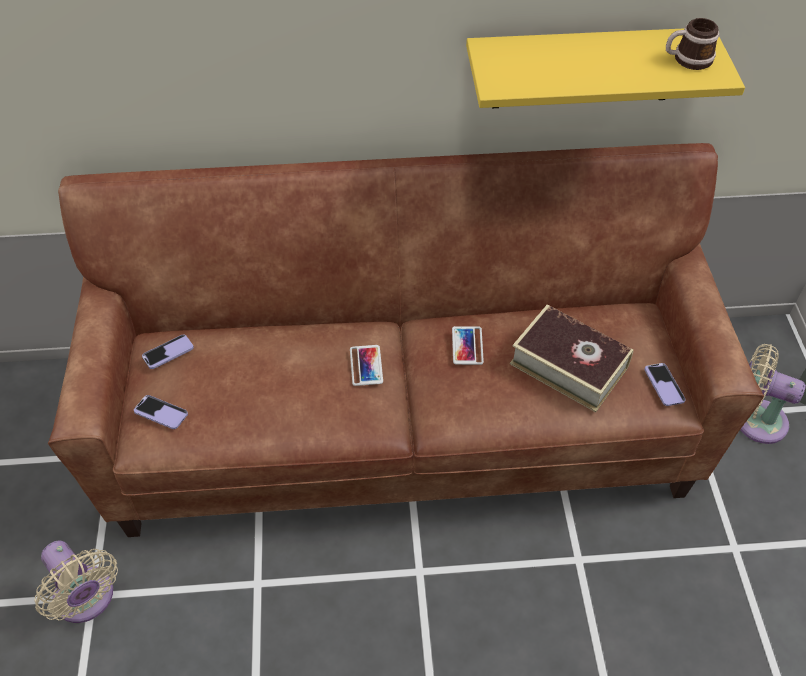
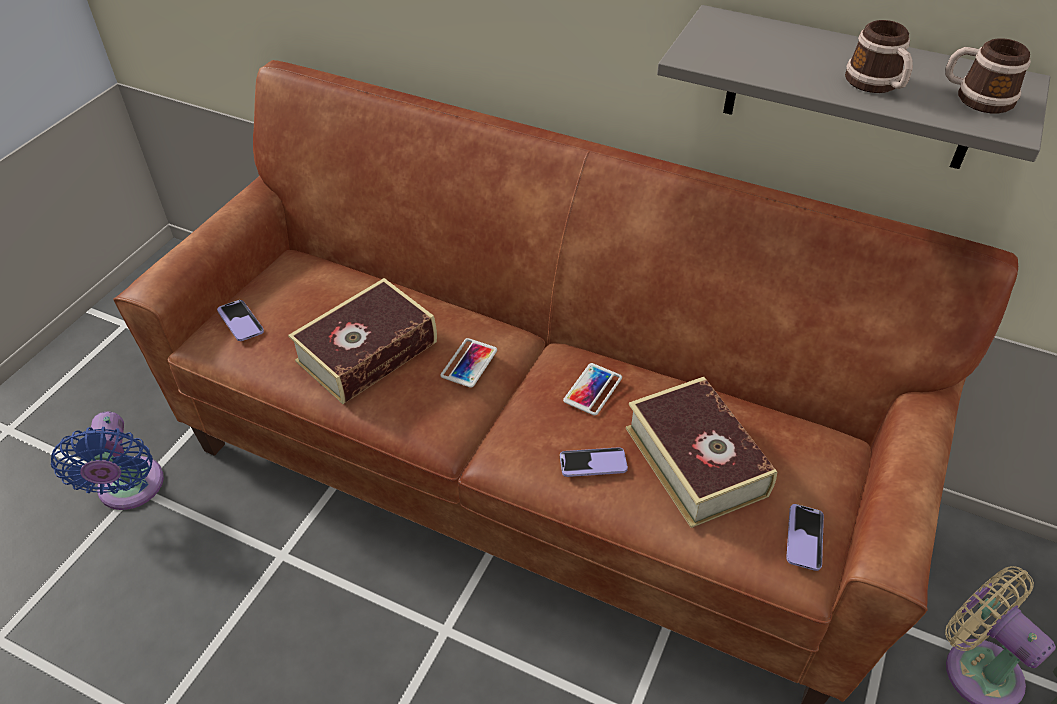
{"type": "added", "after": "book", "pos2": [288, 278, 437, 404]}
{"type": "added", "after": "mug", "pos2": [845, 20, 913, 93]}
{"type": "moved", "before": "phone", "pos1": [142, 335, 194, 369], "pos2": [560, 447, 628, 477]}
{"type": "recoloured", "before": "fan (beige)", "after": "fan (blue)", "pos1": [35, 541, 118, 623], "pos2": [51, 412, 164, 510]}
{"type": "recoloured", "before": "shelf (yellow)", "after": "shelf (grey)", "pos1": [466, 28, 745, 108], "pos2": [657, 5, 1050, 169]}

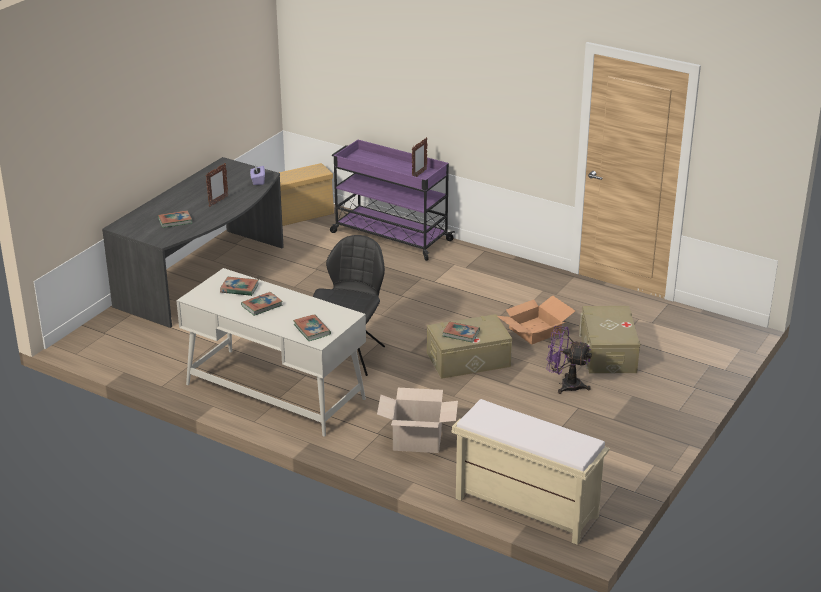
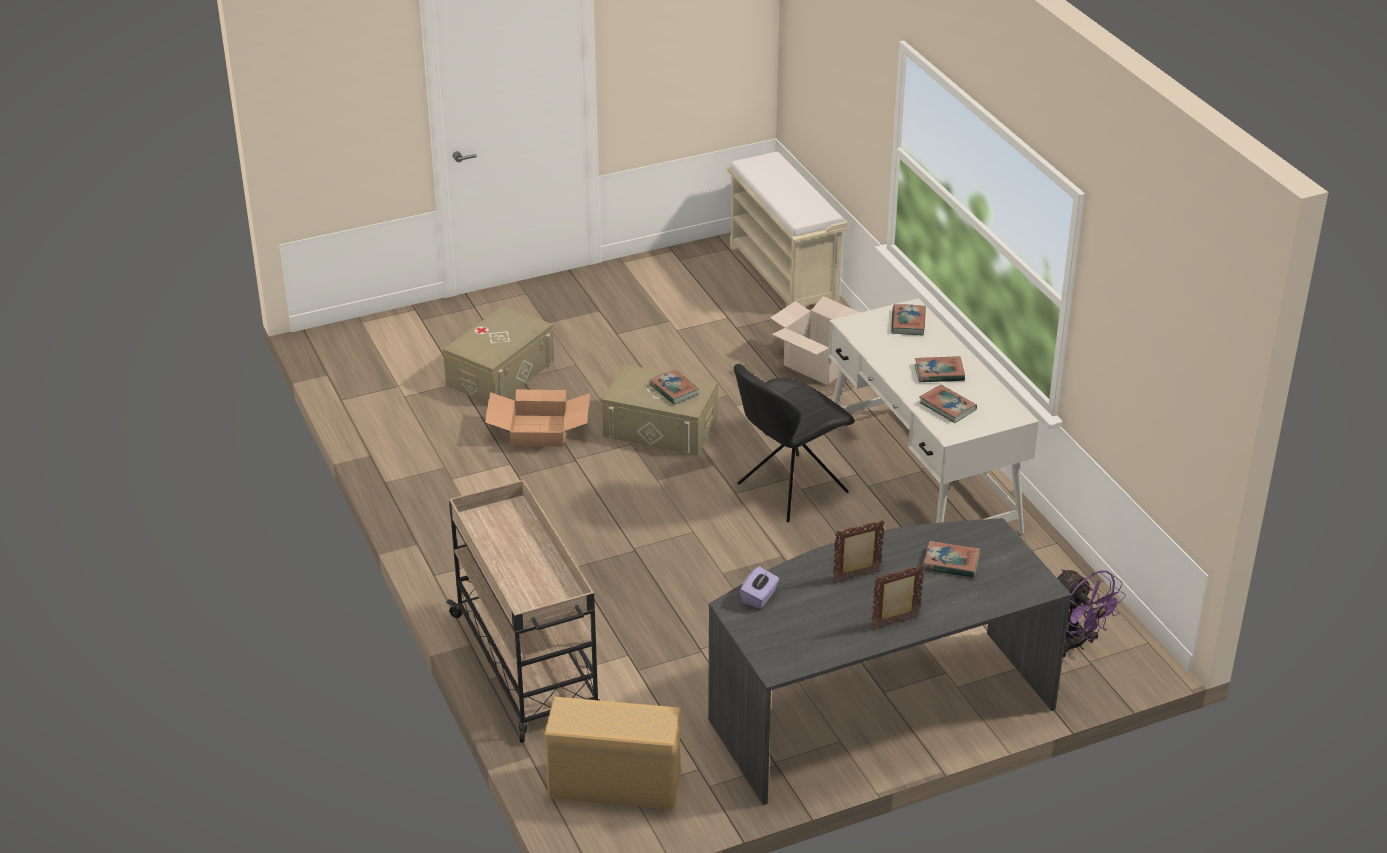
{"type": "moved", "before": "picture frame", "pos1": [412, 137, 427, 177], "pos2": [871, 564, 925, 630]}
{"type": "moved", "before": "fan (purple)", "pos1": [546, 326, 592, 394], "pos2": [1057, 569, 1126, 657]}
{"type": "recoloured", "before": "cart (purple)", "after": "cart (beige)", "pos1": [330, 140, 455, 261], "pos2": [446, 480, 600, 743]}

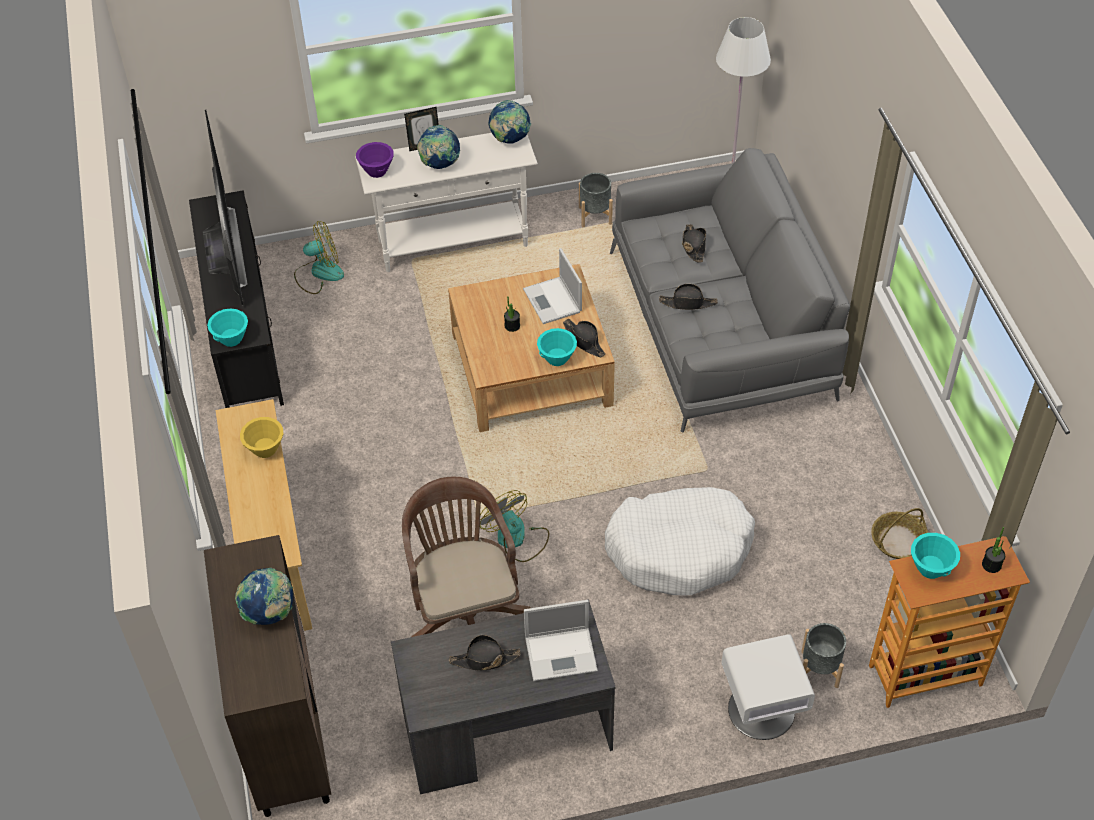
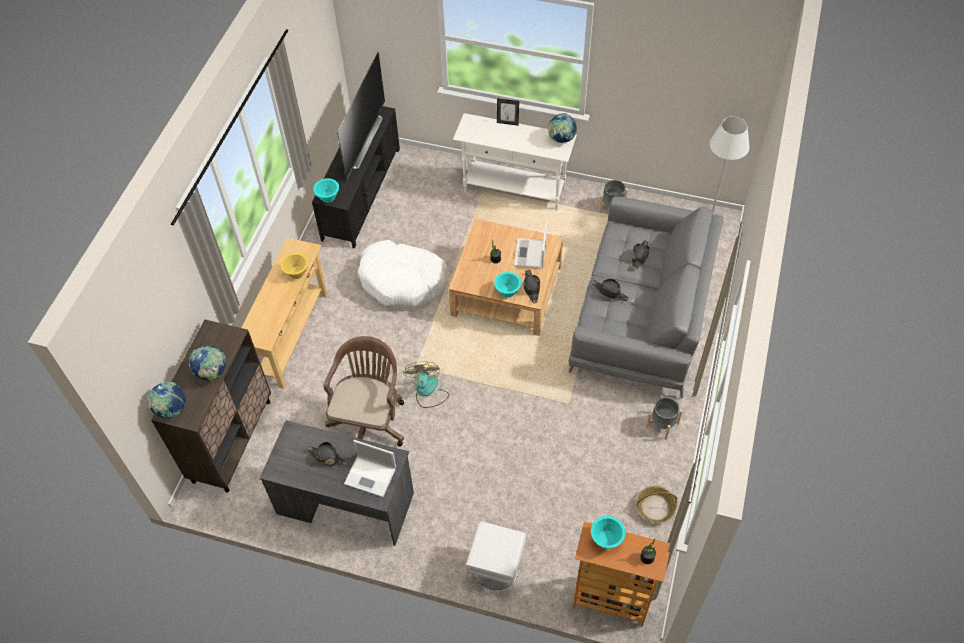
{"type": "removed", "before": "fan", "pos1": [294, 221, 344, 294]}
{"type": "removed", "before": "bowl (purple)", "pos1": [356, 142, 394, 178]}
{"type": "moved", "before": "globe", "pos1": [417, 125, 460, 169], "pos2": [147, 381, 186, 418]}
{"type": "moved", "before": "dog bed (white)", "pos1": [605, 487, 755, 595], "pos2": [358, 240, 448, 308]}
{"type": "moved", "before": "planter (grey)", "pos1": [801, 623, 846, 688], "pos2": [646, 397, 683, 440]}

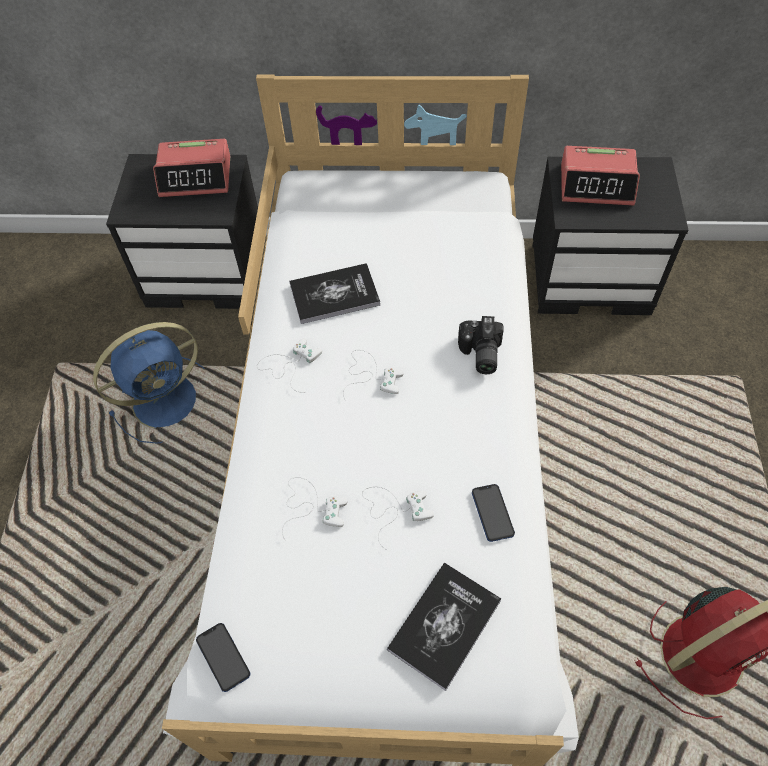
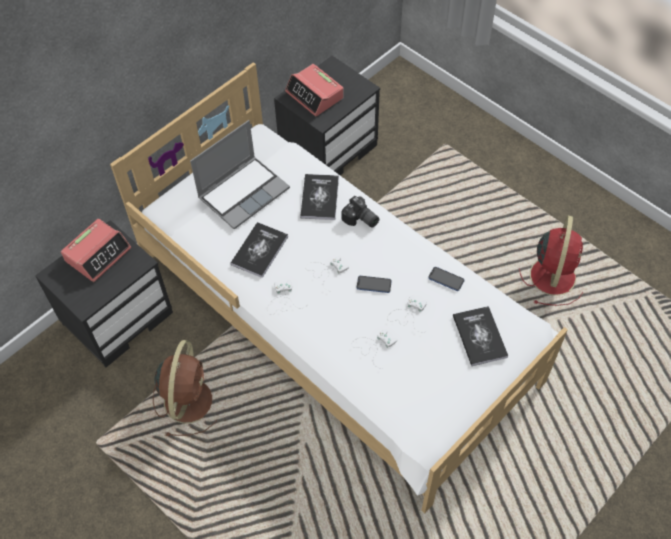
{"type": "added", "after": "laptop", "pos2": [190, 120, 290, 230]}
{"type": "added", "after": "book", "pos2": [300, 174, 339, 220]}
{"type": "moved", "before": "phone", "pos1": [196, 623, 250, 692], "pos2": [357, 276, 392, 293]}
{"type": "recoloured", "before": "fan (blue)", "after": "fan (brown)", "pos1": [93, 322, 204, 444], "pos2": [153, 340, 217, 436]}
{"type": "turned", "before": "alarm clock", "pos1": [561, 146, 640, 206], "pos2": [285, 64, 344, 116], "turn": 90}

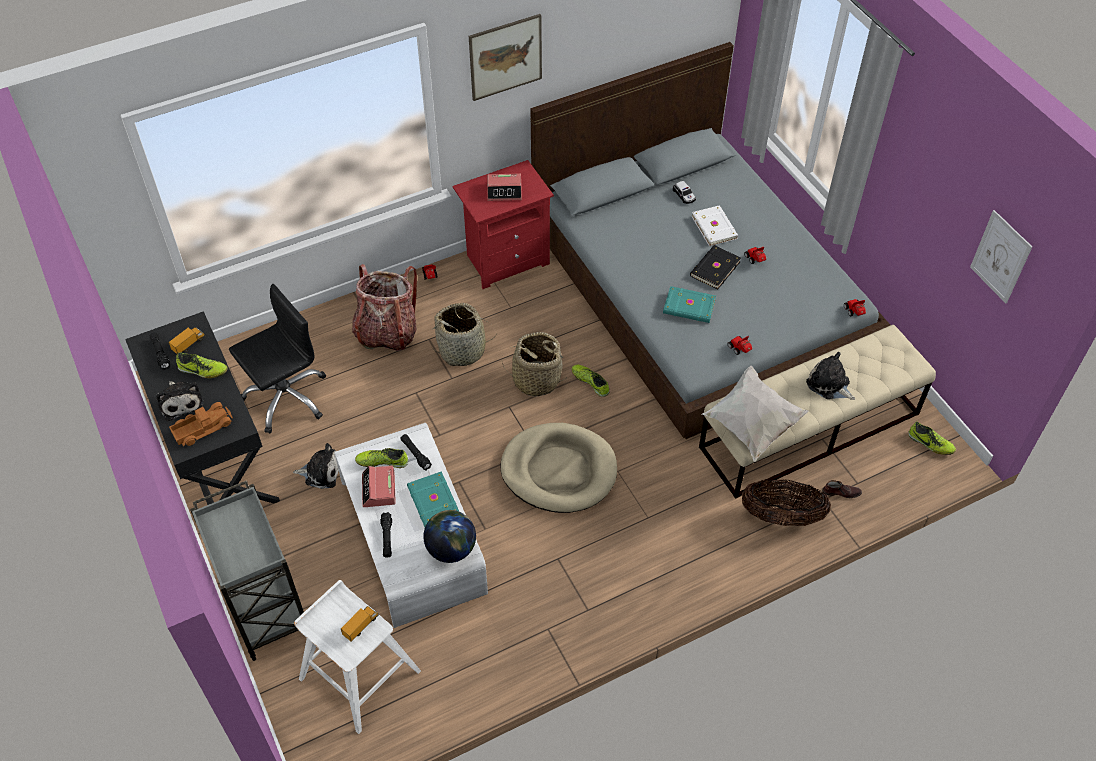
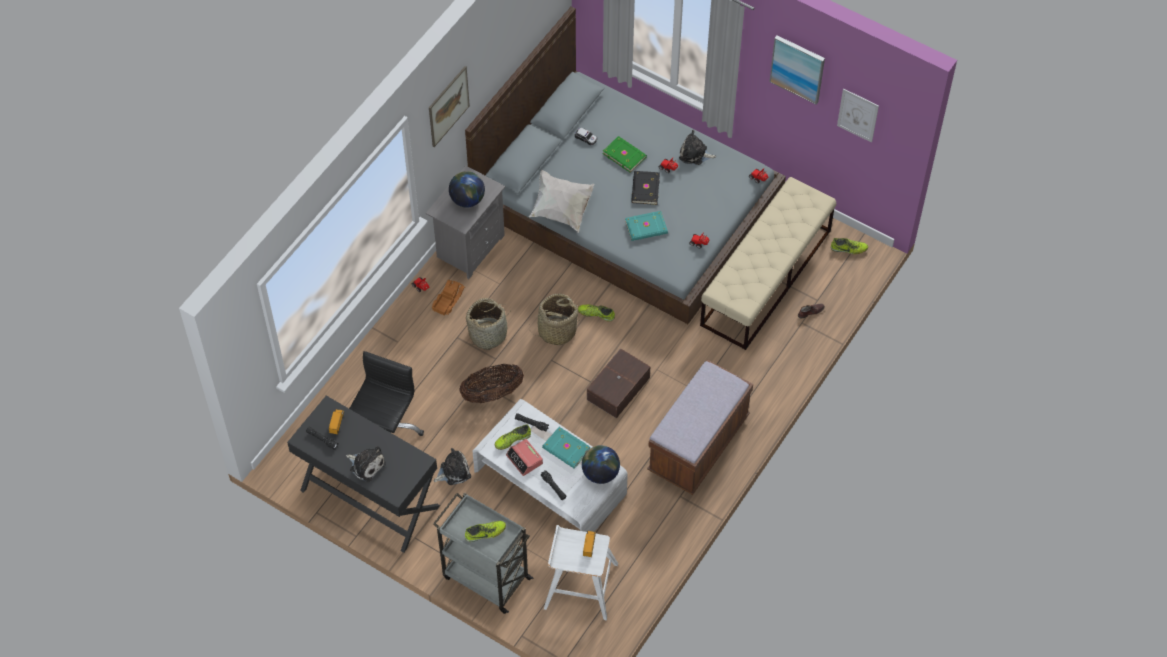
{"type": "removed", "before": "backpack", "pos1": [352, 264, 417, 351]}
{"type": "added", "after": "bench (brown)", "pos2": [647, 360, 753, 495]}
{"type": "added", "after": "picture", "pos2": [769, 35, 825, 104]}
{"type": "moved", "before": "toy truck", "pos1": [169, 402, 233, 446], "pos2": [432, 280, 465, 316]}
{"type": "moved", "before": "shoe", "pos1": [176, 352, 228, 378], "pos2": [465, 521, 506, 542]}
{"type": "moved", "before": "pillow (white)", "pos1": [702, 366, 809, 462], "pos2": [529, 170, 594, 233]}
{"type": "moved", "before": "basket", "pos1": [742, 479, 831, 526], "pos2": [459, 364, 524, 403]}
{"type": "moved", "before": "plush toy", "pos1": [806, 352, 855, 400], "pos2": [679, 130, 716, 165]}
{"type": "replaced", "before": "alarm clock", "after": "globe", "pos1": [487, 173, 522, 201], "pos2": [449, 171, 485, 208]}
{"type": "replaced", "before": "dog bed (beige)", "after": "storage box (brown)", "pos1": [500, 423, 617, 513], "pos2": [587, 348, 650, 418]}
{"type": "recoloured", "before": "nightstand (red)", "after": "nightstand (grey)", "pos1": [453, 160, 554, 289], "pos2": [426, 166, 505, 279]}
{"type": "recoloured", "before": "book (white)", "after": "book (green)", "pos1": [692, 205, 739, 246], "pos2": [603, 136, 647, 172]}

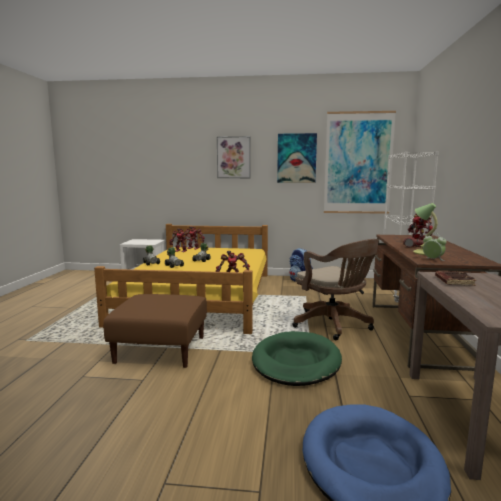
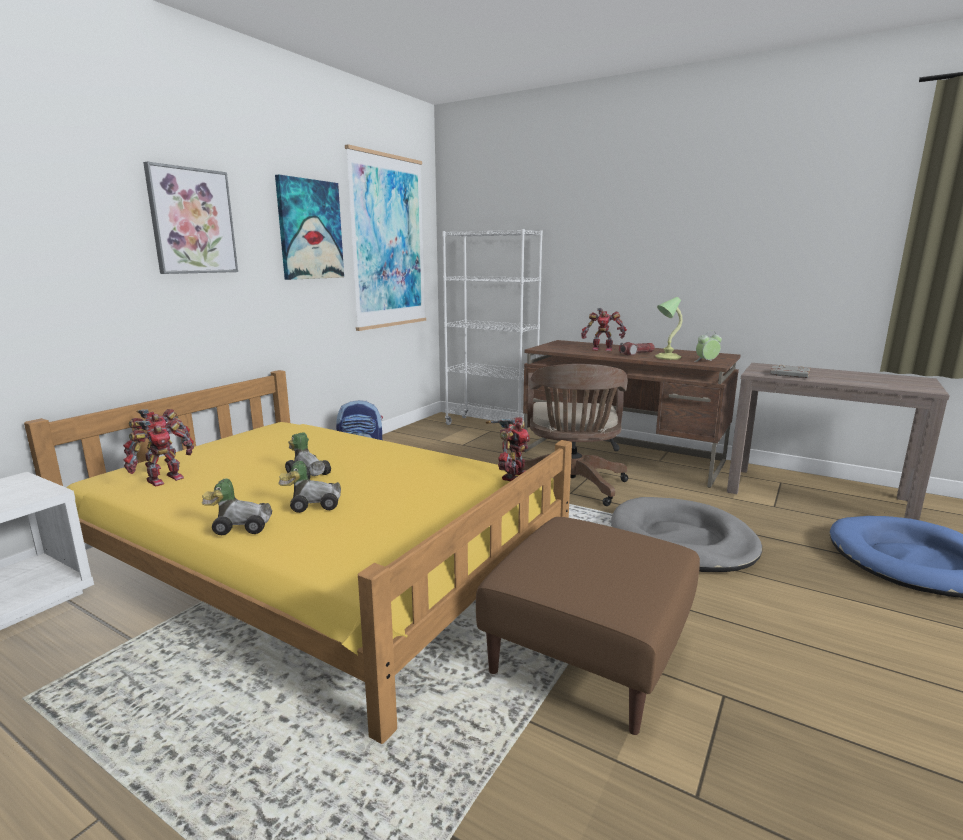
{"type": "recoloured", "before": "dog bed (green)", "after": "dog bed (grey)", "pos1": [252, 331, 342, 386], "pos2": [611, 497, 762, 572]}
{"type": "recoloured", "before": "book (brown)", "after": "book (grey)", "pos1": [435, 271, 476, 286], "pos2": [770, 365, 811, 378]}
{"type": "turned", "before": "office chair (brown)", "pos1": [292, 239, 379, 340], "pos2": [522, 364, 628, 506], "turn": 105}

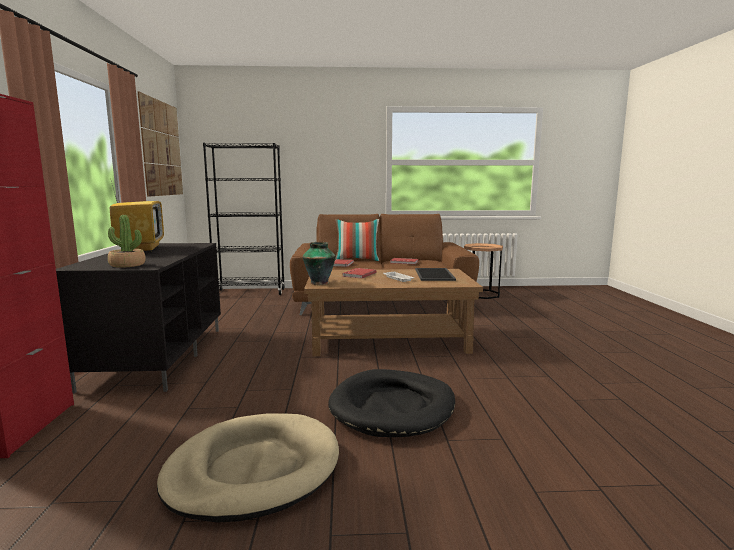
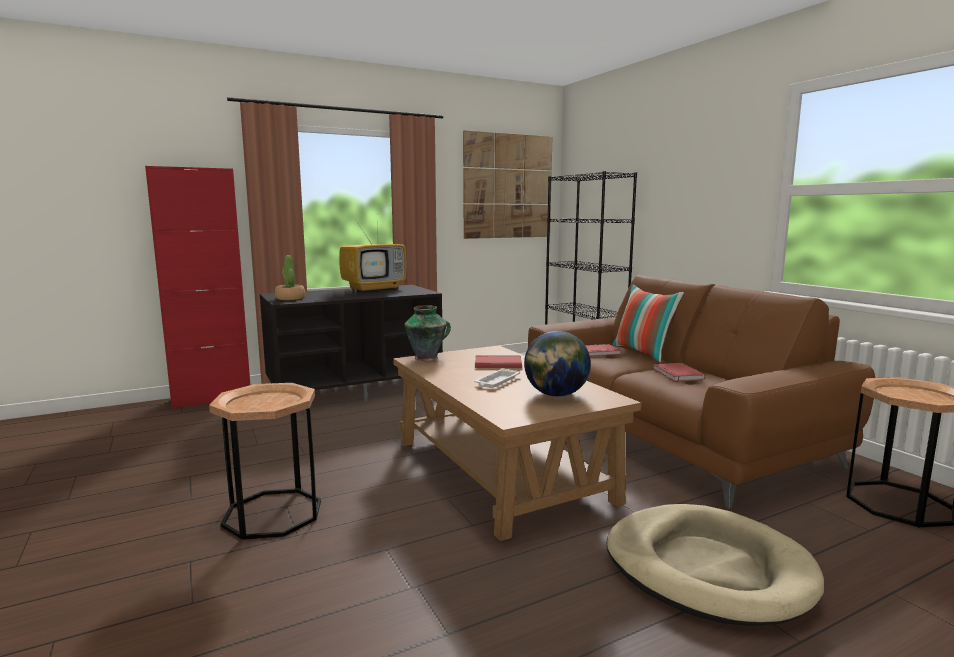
{"type": "moved", "before": "dog bed (beige)", "pos1": [157, 413, 339, 523], "pos2": [606, 504, 824, 626]}
{"type": "replaced", "before": "dog bed (black)", "after": "side table (brown)", "pos1": [328, 369, 455, 437], "pos2": [209, 383, 321, 540]}
{"type": "replaced", "before": "tray", "after": "globe", "pos1": [415, 268, 456, 281], "pos2": [524, 331, 591, 397]}

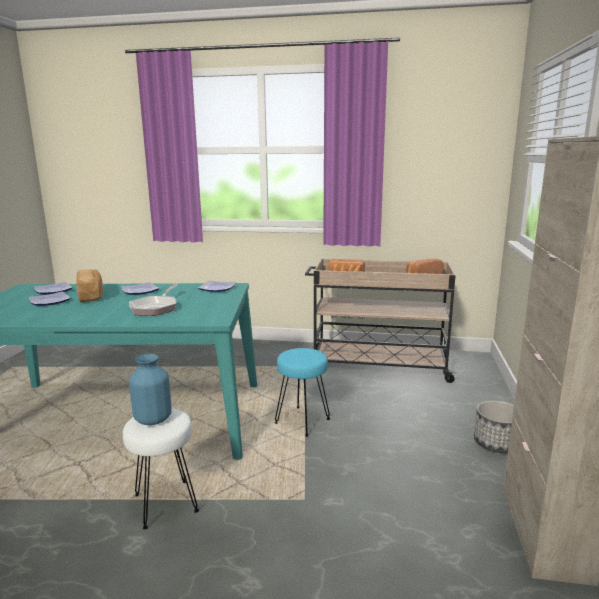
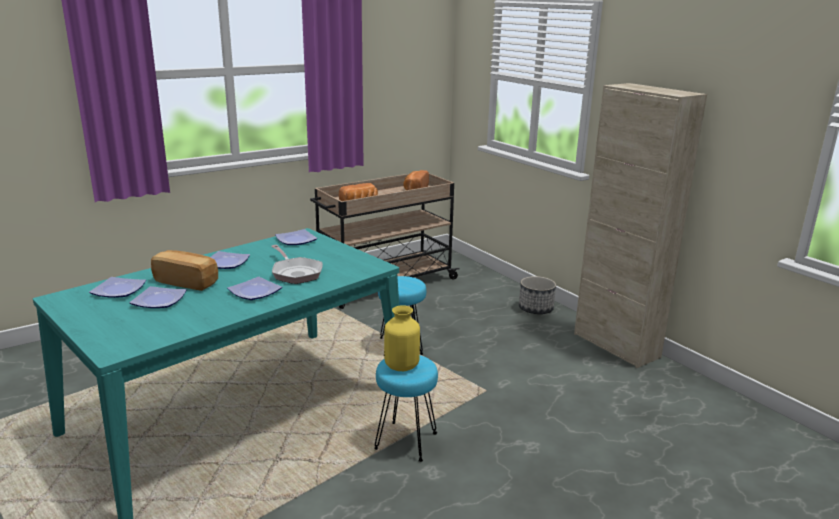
{"type": "added", "after": "plate", "pos2": [227, 277, 282, 300]}
{"type": "recoloured", "before": "stool (white)", "after": "stool (turquoise)", "pos1": [123, 408, 199, 529], "pos2": [375, 355, 438, 462]}
{"type": "recoloured", "before": "vase (blue)", "after": "vase (yellow)", "pos1": [129, 354, 172, 425], "pos2": [384, 306, 420, 371]}

